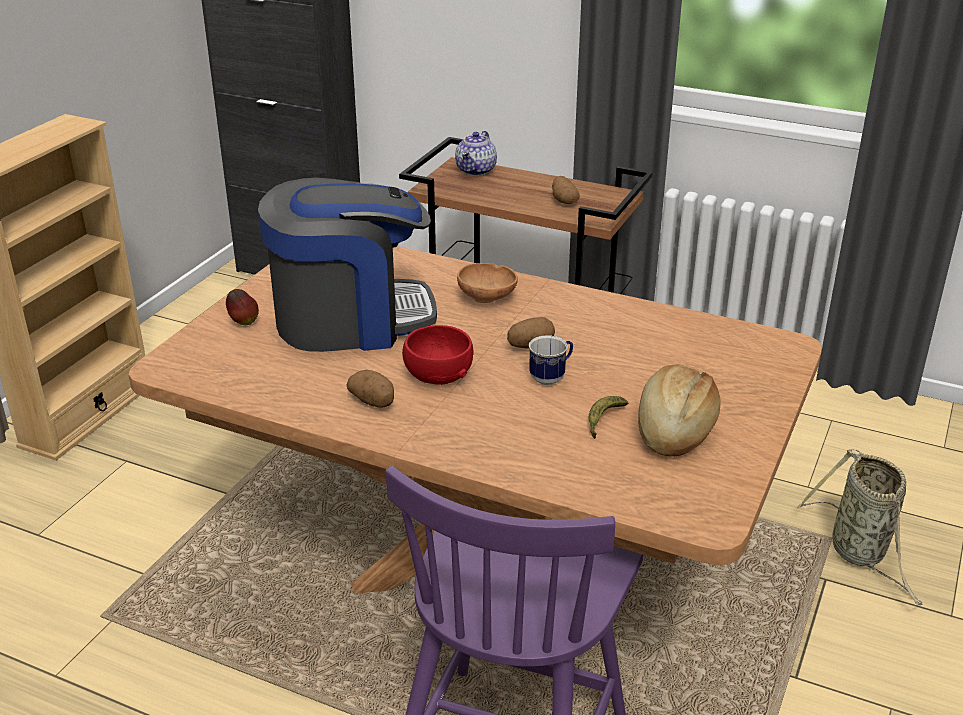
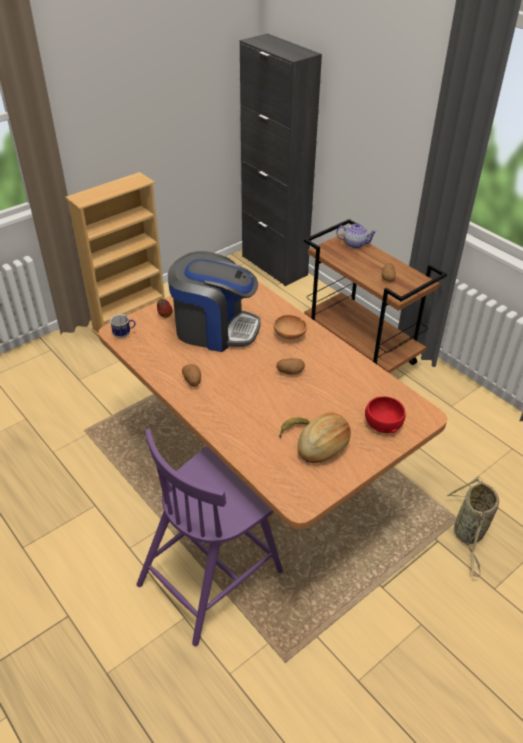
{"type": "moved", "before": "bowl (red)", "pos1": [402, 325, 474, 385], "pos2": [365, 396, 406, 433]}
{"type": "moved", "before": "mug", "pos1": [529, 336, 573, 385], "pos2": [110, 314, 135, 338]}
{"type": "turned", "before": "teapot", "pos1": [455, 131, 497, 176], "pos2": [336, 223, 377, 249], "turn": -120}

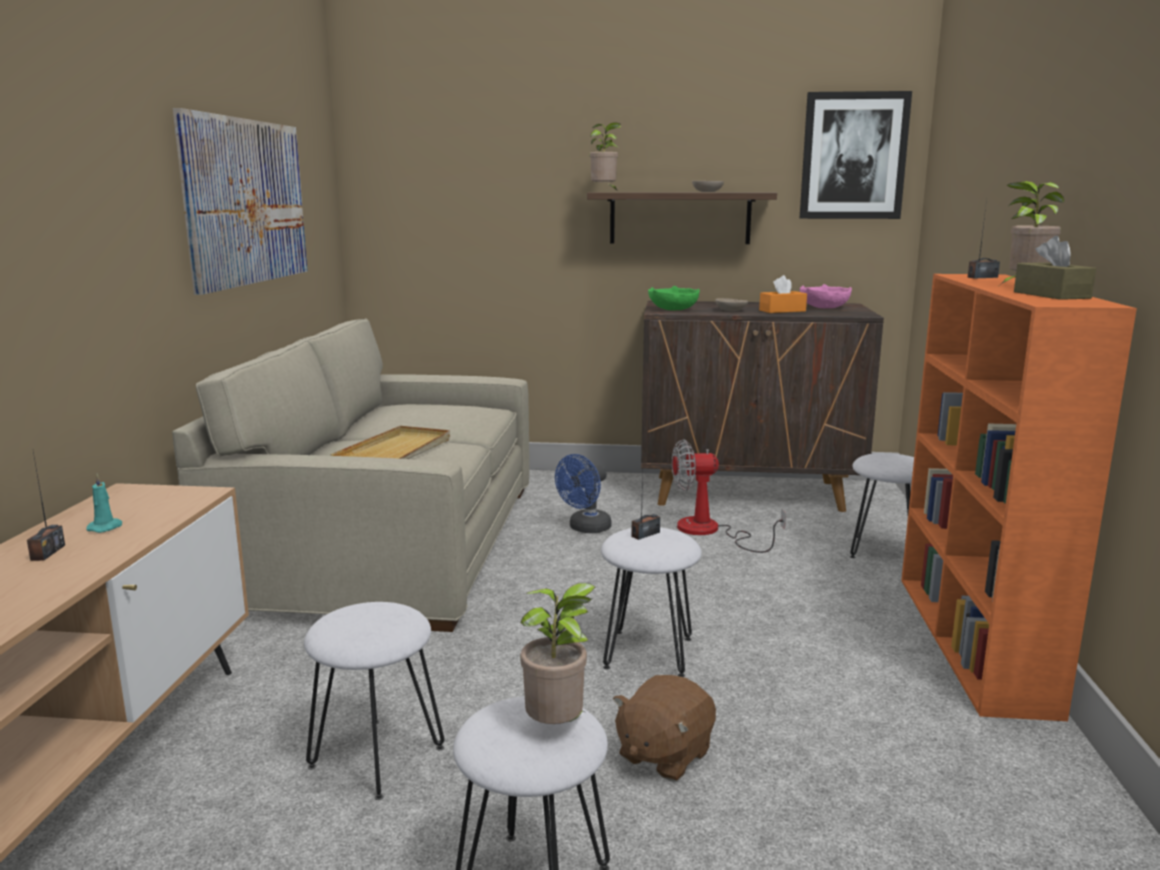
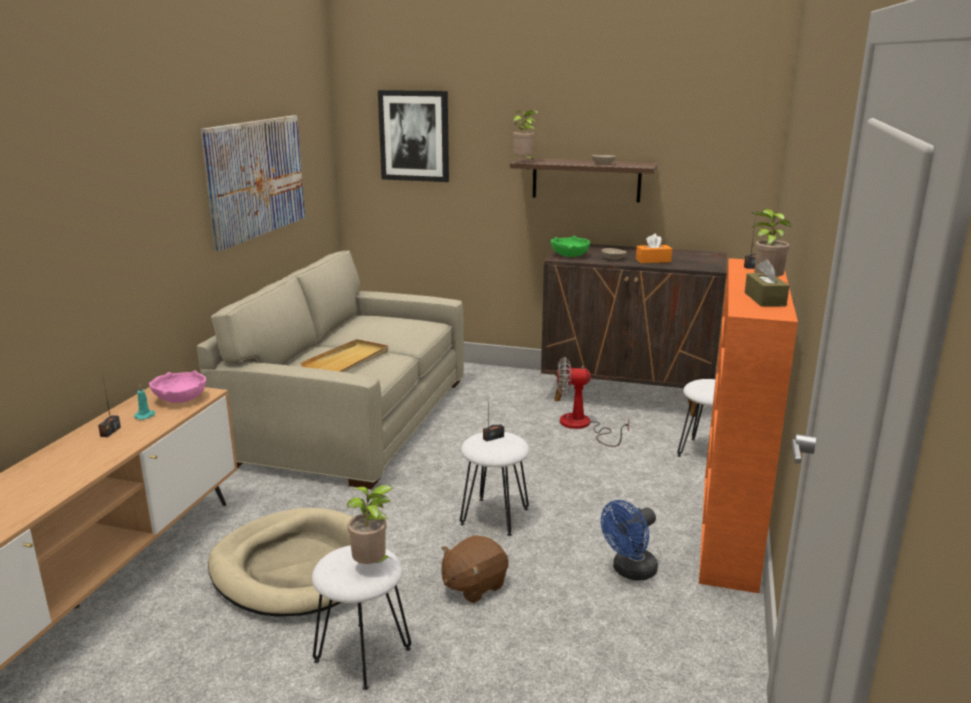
{"type": "moved", "before": "fan (blue)", "pos1": [555, 454, 612, 533], "pos2": [601, 500, 658, 581]}
{"type": "moved", "before": "picture", "pos1": [800, 91, 912, 219], "pos2": [378, 90, 449, 182]}
{"type": "moved", "before": "bowl (pink)", "pos1": [800, 284, 852, 308], "pos2": [149, 370, 206, 403]}
{"type": "replaced", "before": "stool (white)", "after": "dog bed (beige)", "pos1": [304, 602, 445, 800], "pos2": [208, 508, 353, 617]}

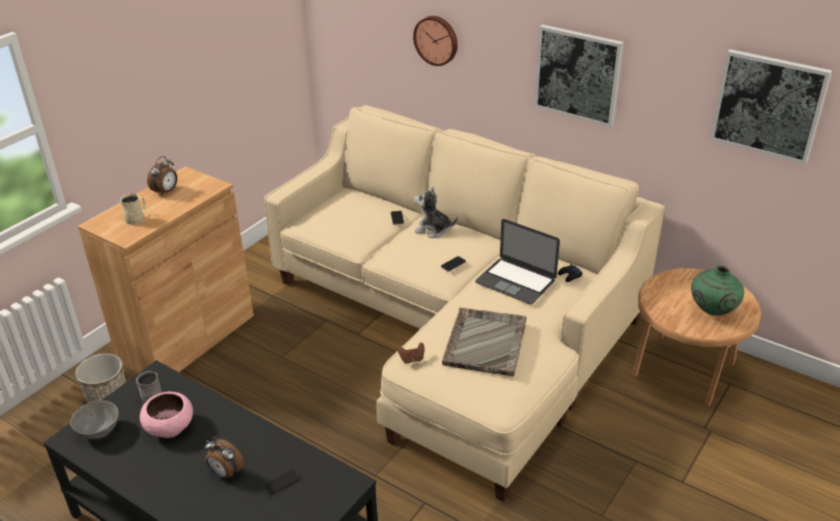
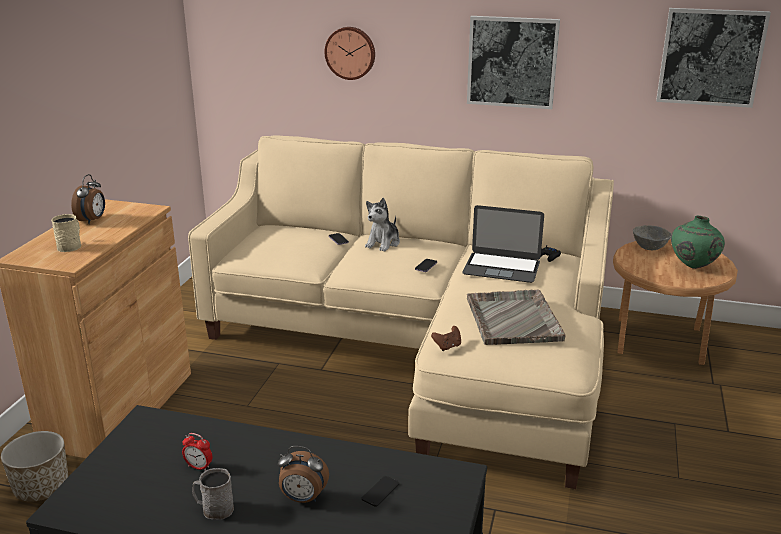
{"type": "moved", "before": "bowl (grey)", "pos1": [70, 401, 119, 439], "pos2": [633, 225, 671, 250]}
{"type": "moved", "before": "mug (grey)", "pos1": [136, 371, 162, 404], "pos2": [192, 468, 234, 520]}
{"type": "replaced", "before": "bowl (pink)", "after": "alarm clock", "pos1": [140, 392, 193, 438], "pos2": [182, 433, 212, 471]}
{"type": "turned", "before": "plush toy", "pos1": [414, 187, 457, 237], "pos2": [365, 198, 400, 251], "turn": -60}

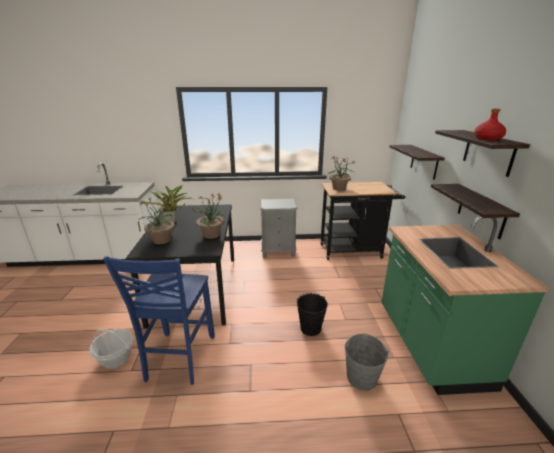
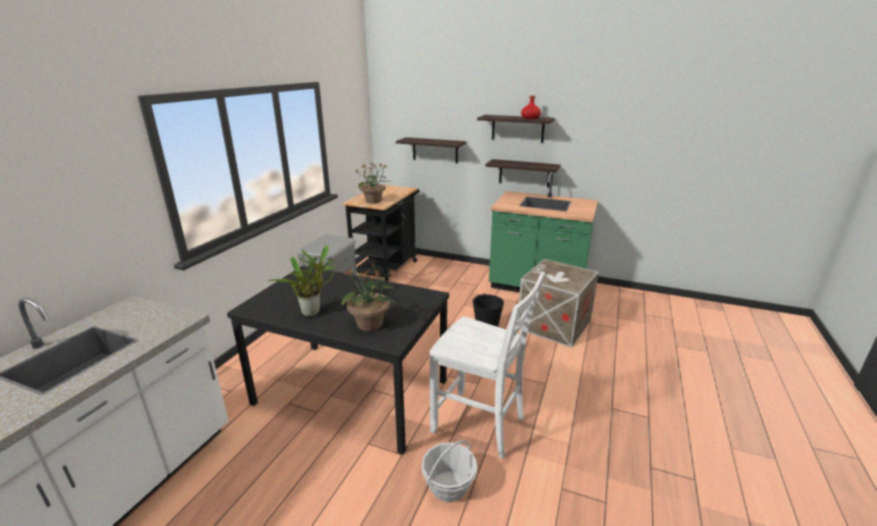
{"type": "removed", "before": "potted plant", "pos1": [192, 193, 225, 239]}
{"type": "replaced", "before": "bucket (grey)", "after": "crate", "pos1": [344, 333, 389, 391], "pos2": [517, 259, 599, 348]}
{"type": "recoloured", "before": "chair (blue)", "after": "chair (white)", "pos1": [103, 256, 215, 385], "pos2": [429, 271, 545, 459]}

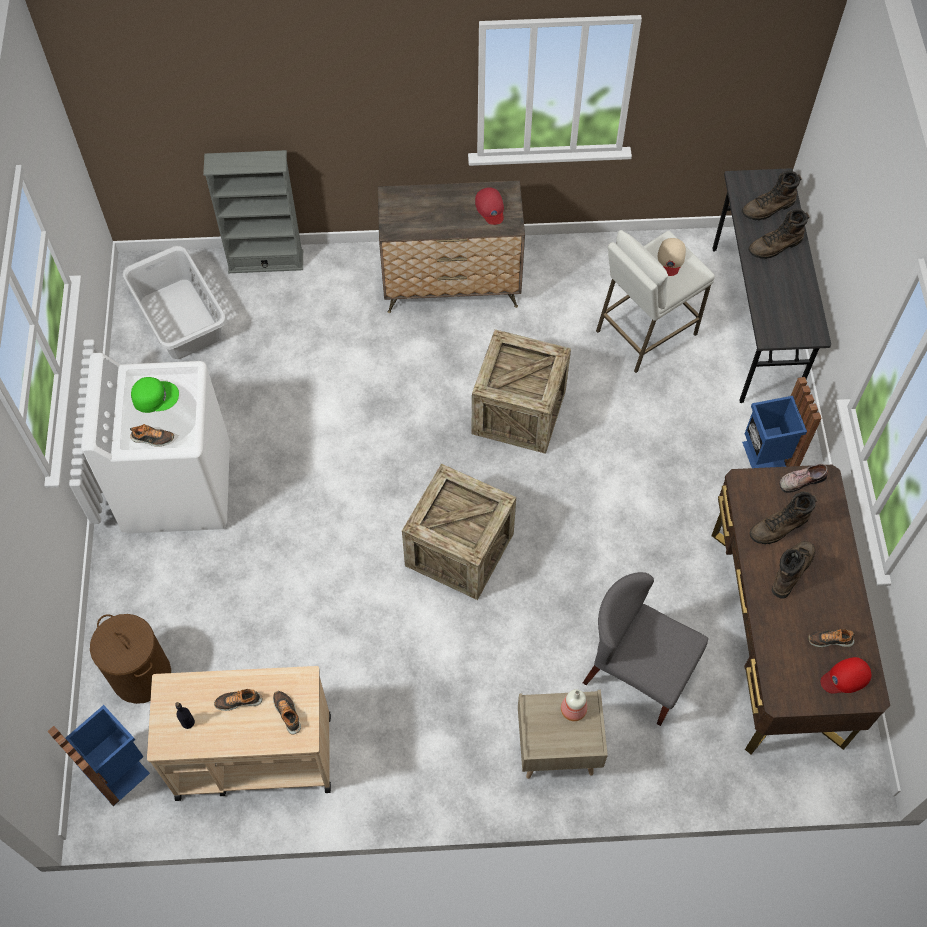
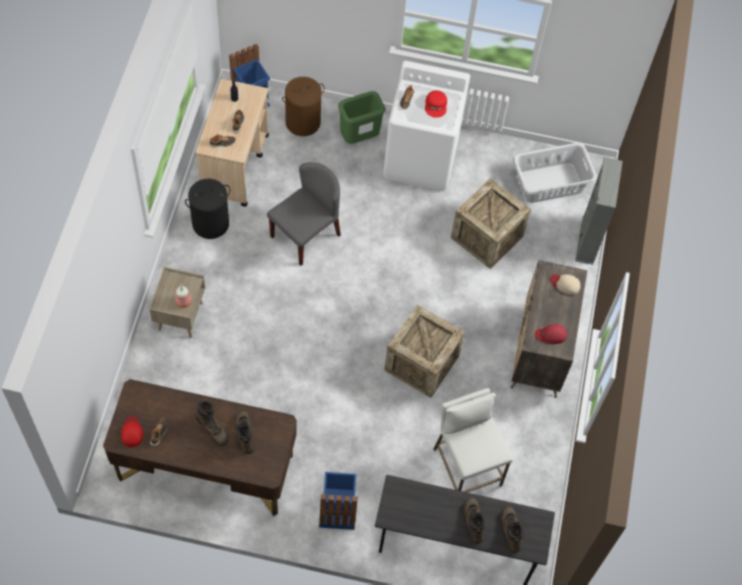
{"type": "removed", "before": "shoe", "pos1": [779, 464, 828, 493]}
{"type": "added", "after": "laundry basket (black)", "pos2": [185, 179, 230, 239]}
{"type": "added", "after": "trash can (green)", "pos2": [338, 91, 386, 144]}
{"type": "moved", "before": "crate", "pos1": [402, 464, 516, 600], "pos2": [451, 178, 531, 269]}
{"type": "moved", "before": "chair (grey)", "pos1": [583, 572, 708, 726], "pos2": [267, 162, 341, 266]}
{"type": "moved", "before": "cap (beige)", "pos1": [658, 238, 686, 276], "pos2": [550, 274, 581, 295]}
{"type": "recoloured", "before": "cap (green)", "after": "cap (red)", "pos1": [131, 377, 179, 413], "pos2": [425, 90, 447, 118]}

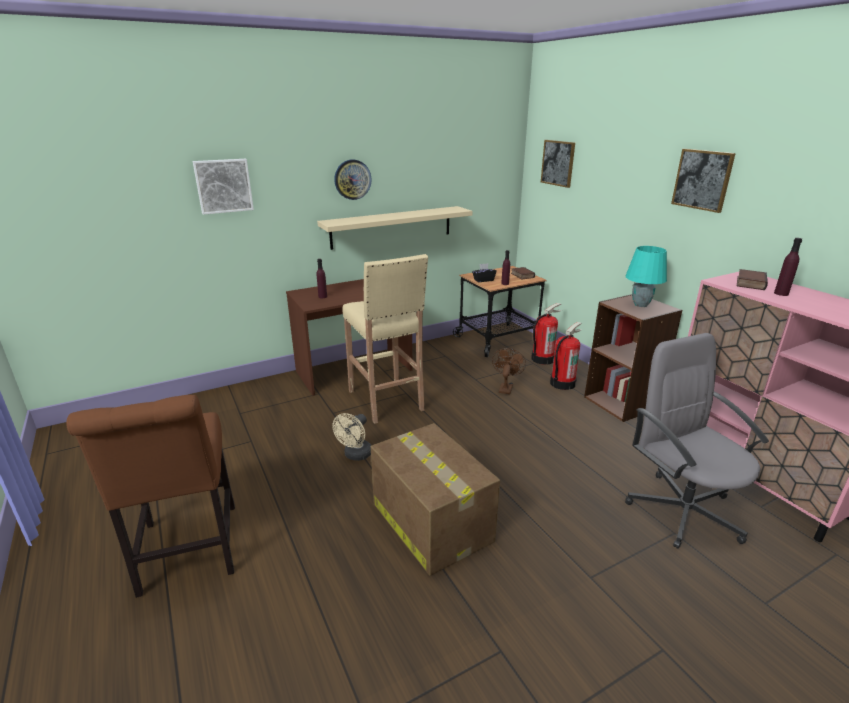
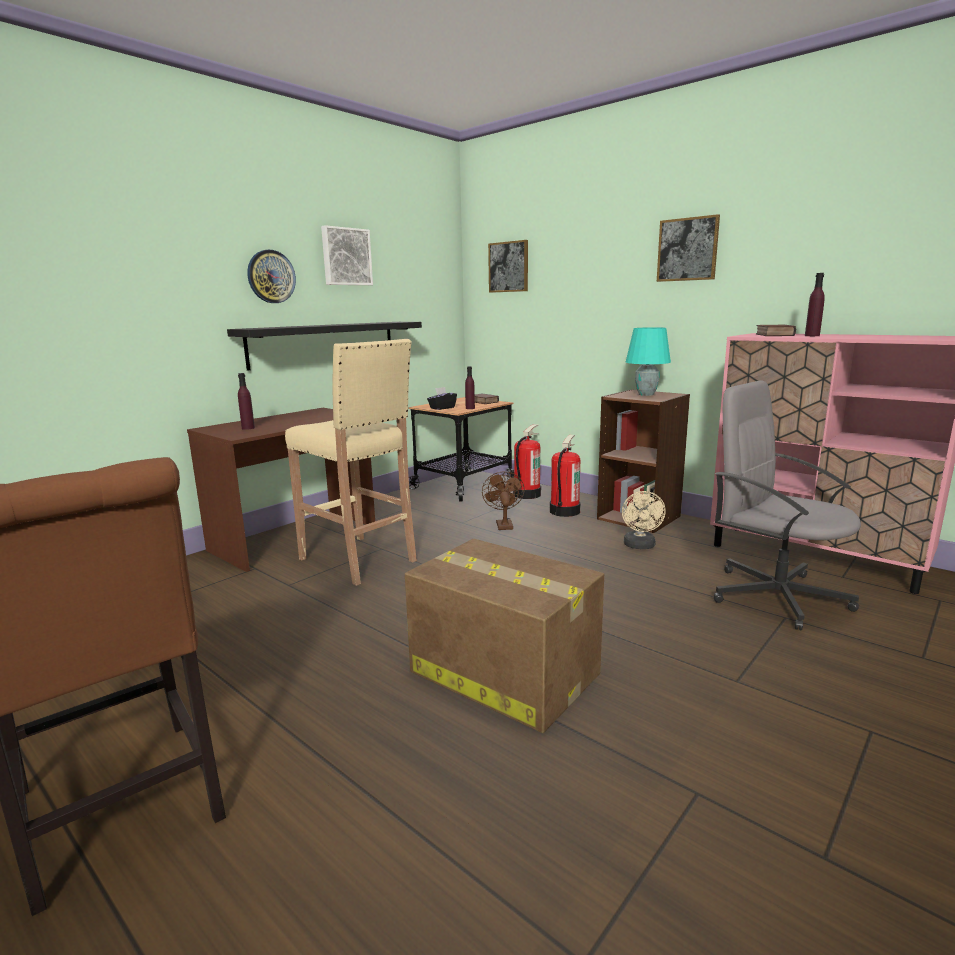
{"type": "moved", "before": "picture", "pos1": [193, 159, 254, 215], "pos2": [321, 225, 373, 285]}
{"type": "moved", "before": "fan (beige)", "pos1": [332, 413, 371, 461], "pos2": [622, 491, 666, 549]}
{"type": "recoloured", "before": "shelf (beige)", "after": "shelf (black)", "pos1": [317, 206, 473, 250], "pos2": [227, 322, 422, 371]}

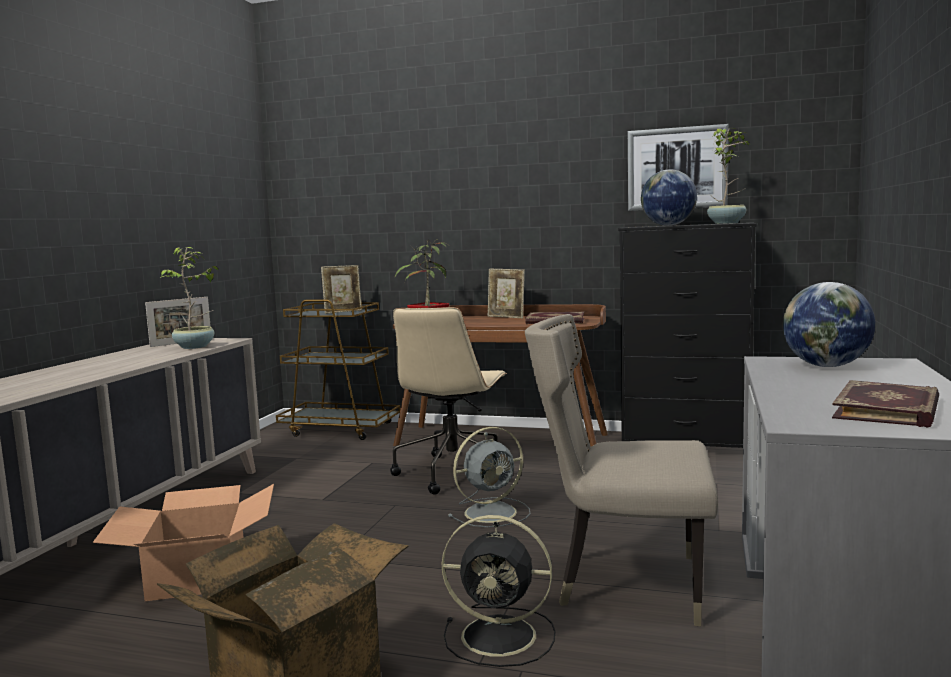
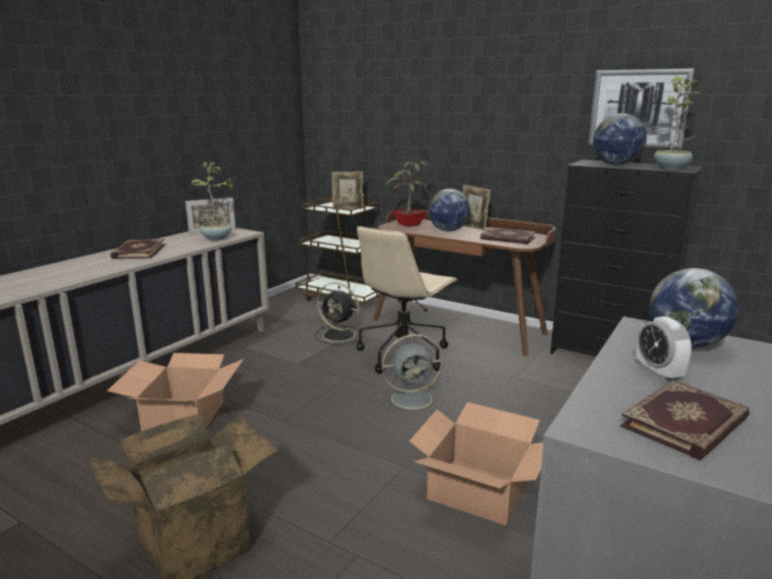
{"type": "added", "after": "book", "pos2": [111, 239, 165, 259]}
{"type": "added", "after": "globe", "pos2": [428, 189, 471, 232]}
{"type": "added", "after": "alarm clock", "pos2": [637, 316, 691, 381]}
{"type": "moved", "before": "fan (black)", "pos1": [442, 515, 555, 667], "pos2": [315, 283, 365, 346]}
{"type": "replaced", "before": "chair (beige)", "after": "cardboard box", "pos1": [525, 314, 718, 626], "pos2": [409, 402, 543, 526]}

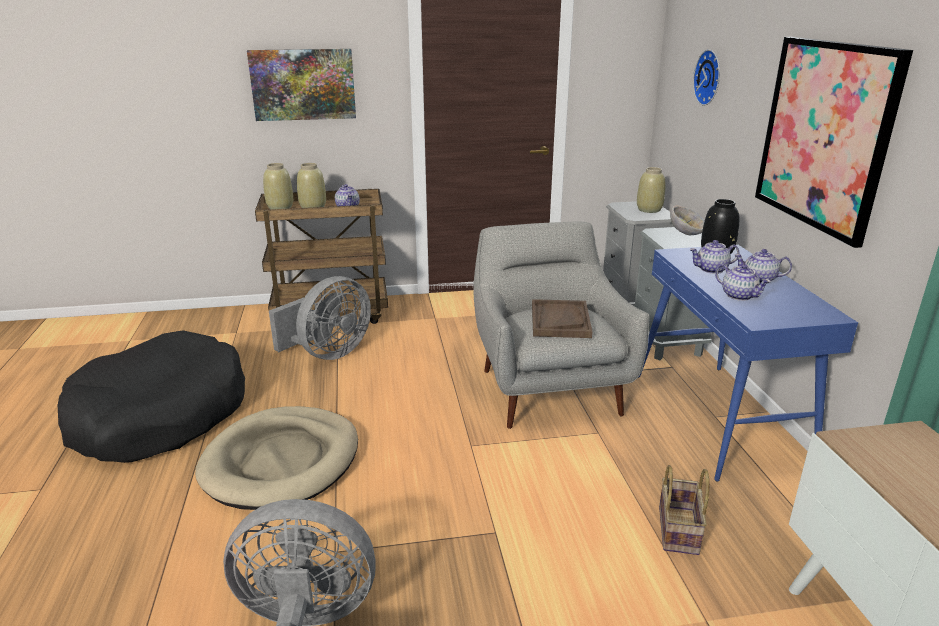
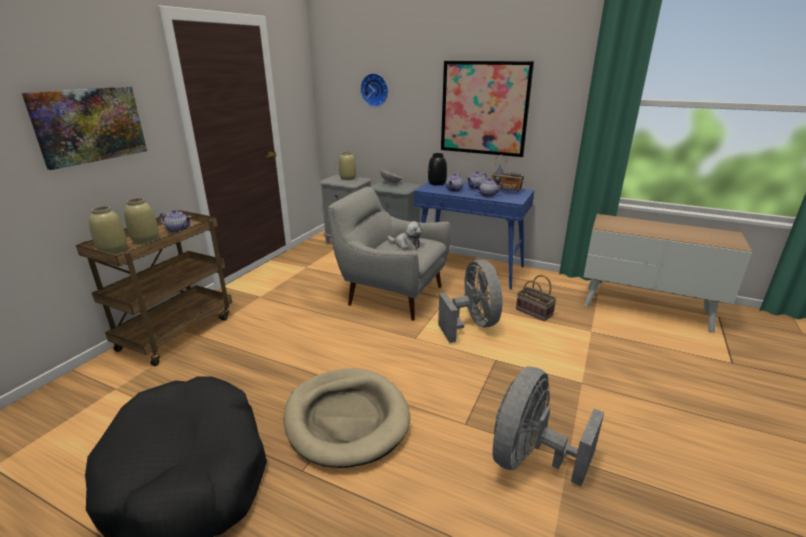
{"type": "added", "after": "radio", "pos2": [491, 155, 524, 192]}
{"type": "moved", "before": "fan (grey)", "pos1": [269, 276, 371, 360], "pos2": [438, 260, 502, 343]}
{"type": "replaced", "before": "tray (brown)", "after": "plush toy", "pos1": [532, 299, 592, 338], "pos2": [387, 221, 422, 250]}

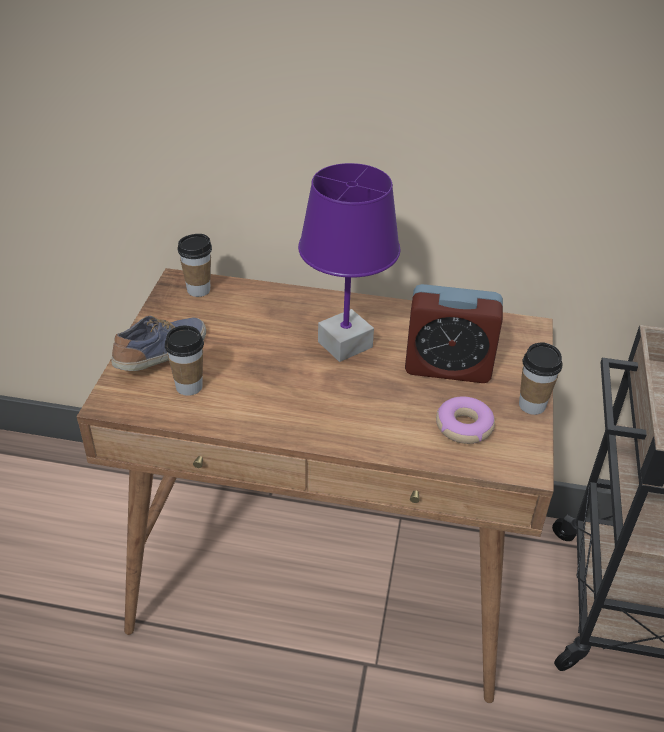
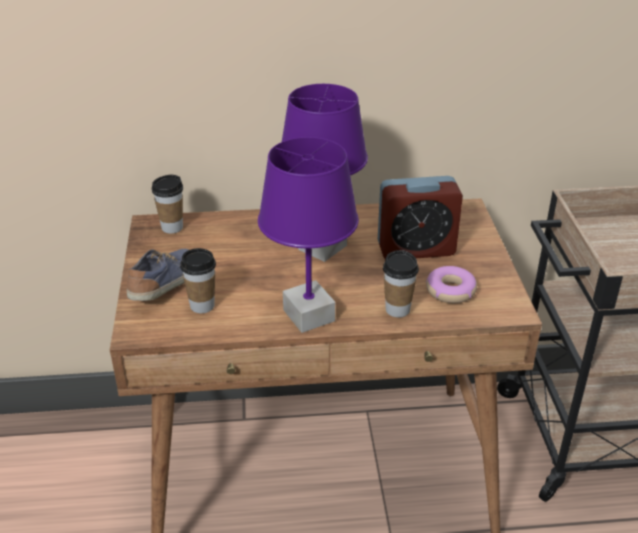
{"type": "added", "after": "table lamp (purple)", "pos2": [258, 137, 359, 333]}
{"type": "moved", "before": "cup", "pos1": [519, 342, 562, 415], "pos2": [383, 250, 419, 318]}

